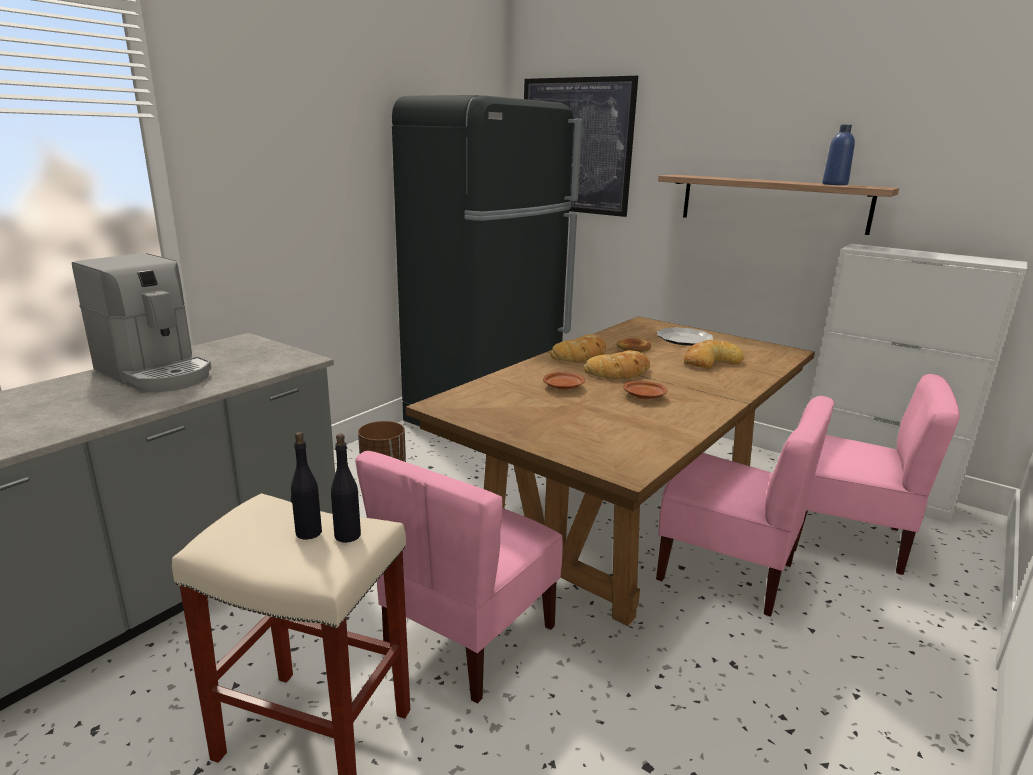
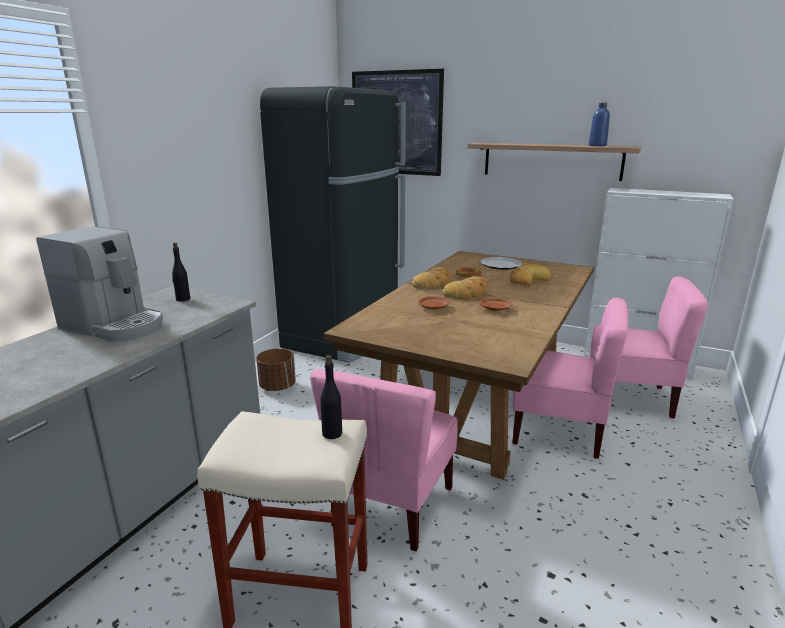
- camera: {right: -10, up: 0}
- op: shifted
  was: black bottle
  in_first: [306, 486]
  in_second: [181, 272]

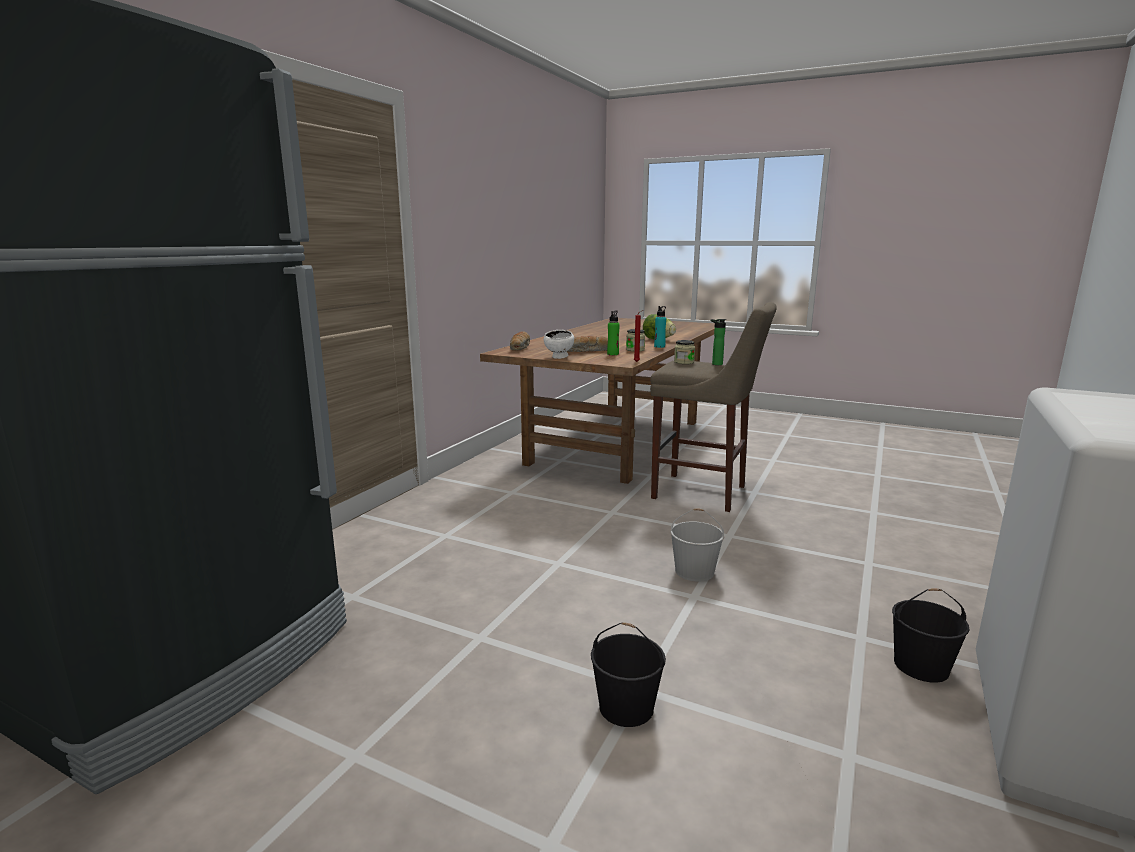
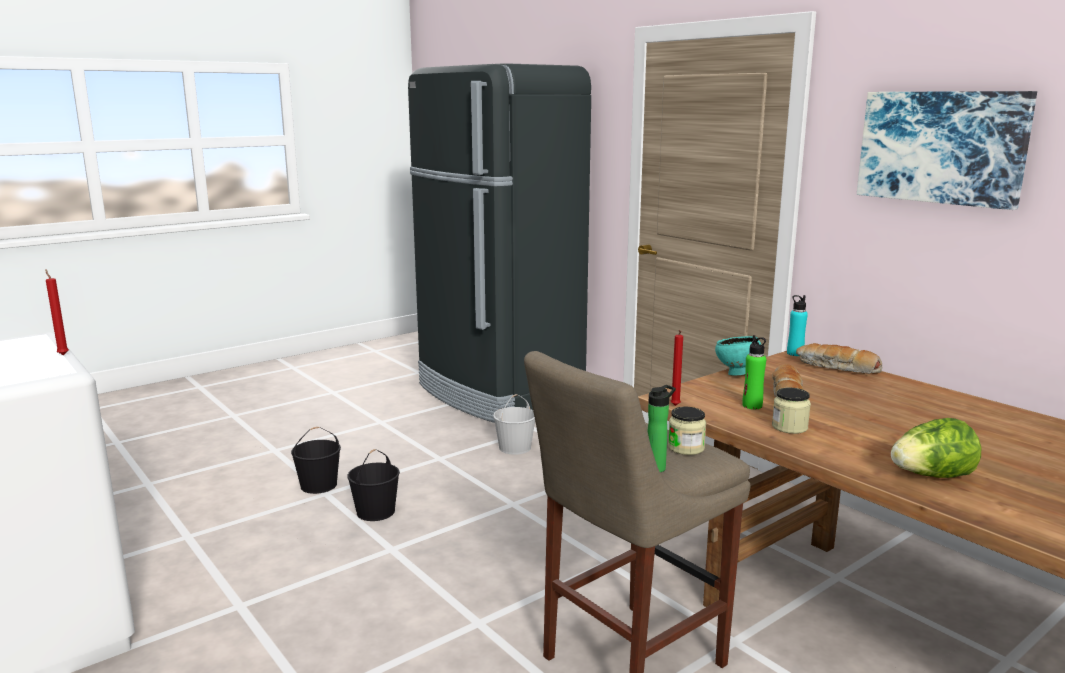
- camera: {right: 115, up: 0}
- op: shifted
  was: turquoise bottle
  in_first: [660, 327]
  in_second: [797, 325]
- op: repainted
  was: white bowl
  now: turquoise bowl
  in_first: [559, 344]
  in_second: [738, 356]
- op: shifted
  was: white bucket
  in_first: [697, 545]
  in_second: [514, 424]
- op: shifted
  was: black bucket
  in_first: [931, 635]
  in_second: [373, 485]
- op: new
  now: picture
  in_second: [947, 150]
- op: new
  now: red candle
  in_second: [57, 312]

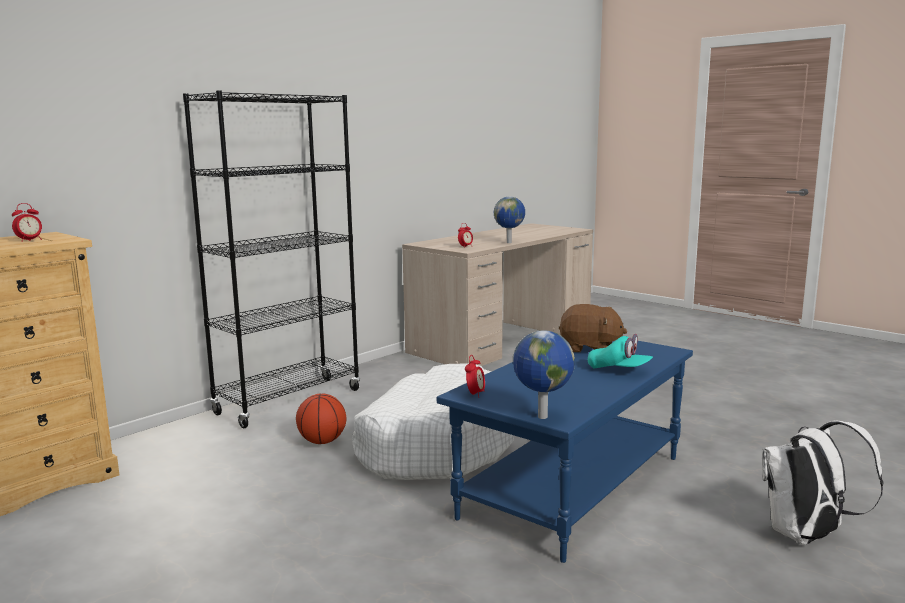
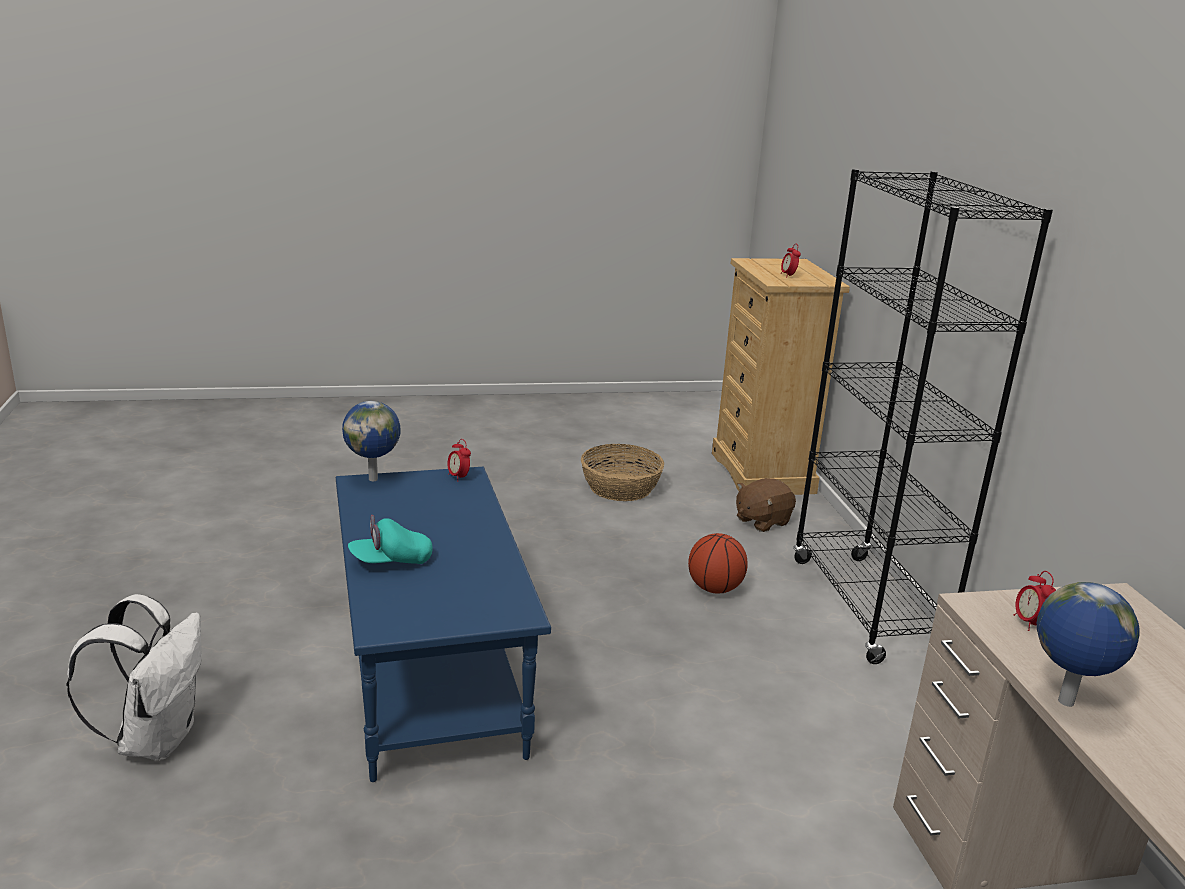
- camera: {right: 125, up: 10}
- op: shifted
  was: brown plush toy
  in_first: [593, 328]
  in_second: [766, 505]
- op: gone
  was: white dog bed
  in_first: [433, 421]
- op: new
  now: basket
  in_second: [622, 472]

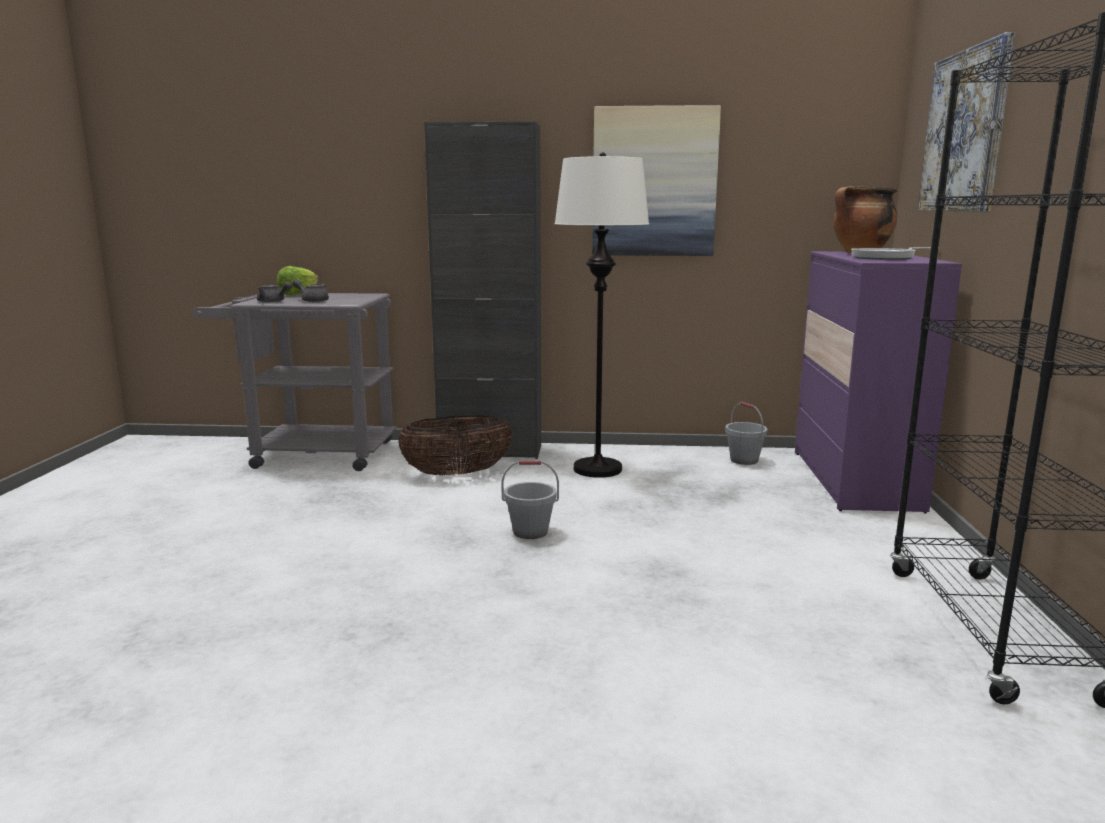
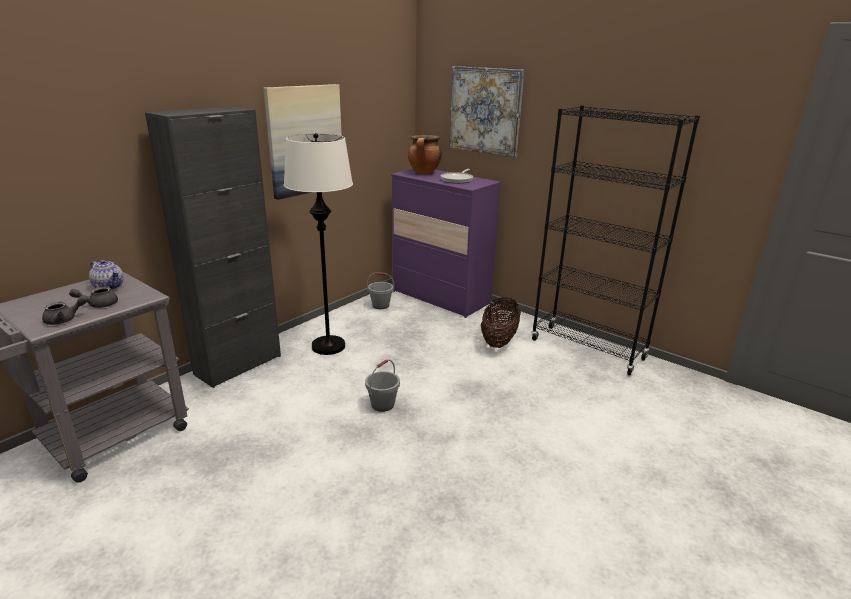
- camera: {right: -55, up: 10}
- op: gone
  was: lettuce
  in_first: [297, 280]
- op: shifted
  was: basket
  in_first: [455, 445]
  in_second: [501, 322]
- op: new
  now: teapot
  in_second: [106, 275]

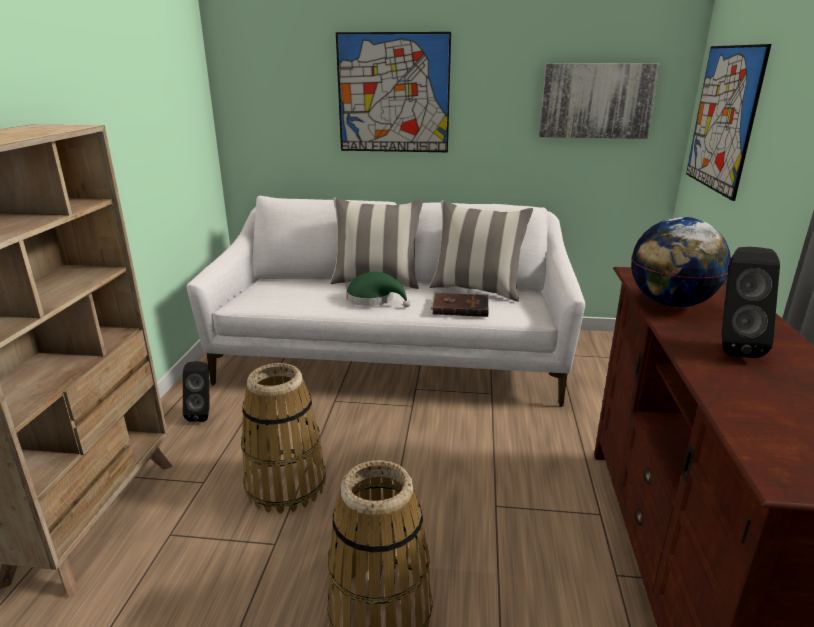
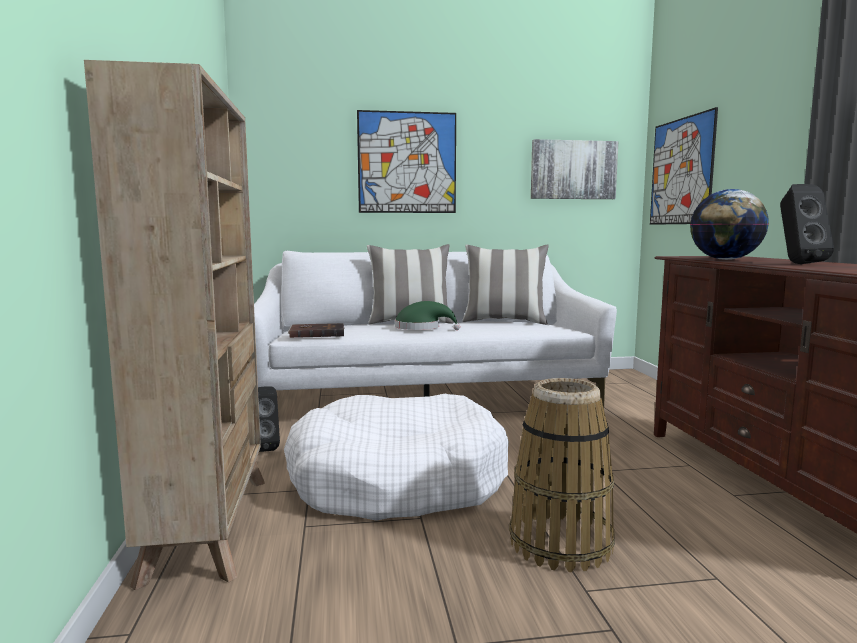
- camera: {right: -15, up: -15}
- op: shifted
  was: brown book
  in_first: [460, 305]
  in_second: [316, 330]
- op: swapped
  was: basket
  now: white dog bed
  in_first: [283, 438]
  in_second: [396, 457]

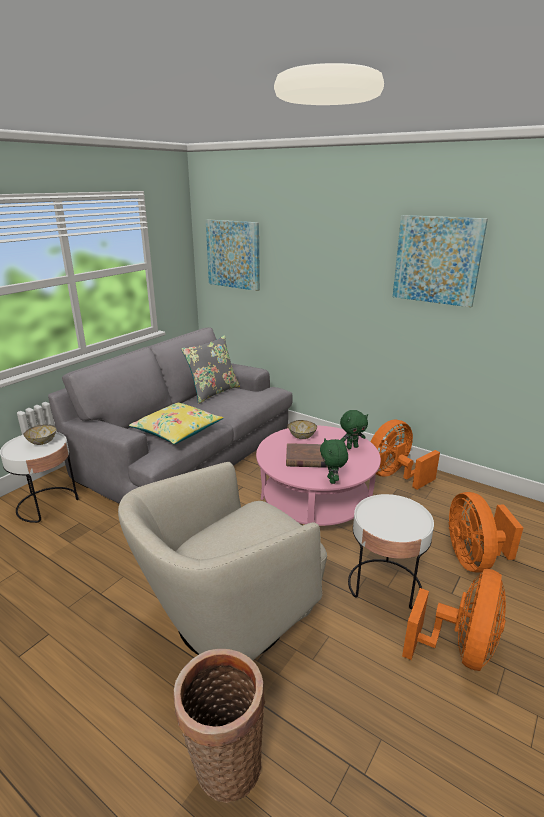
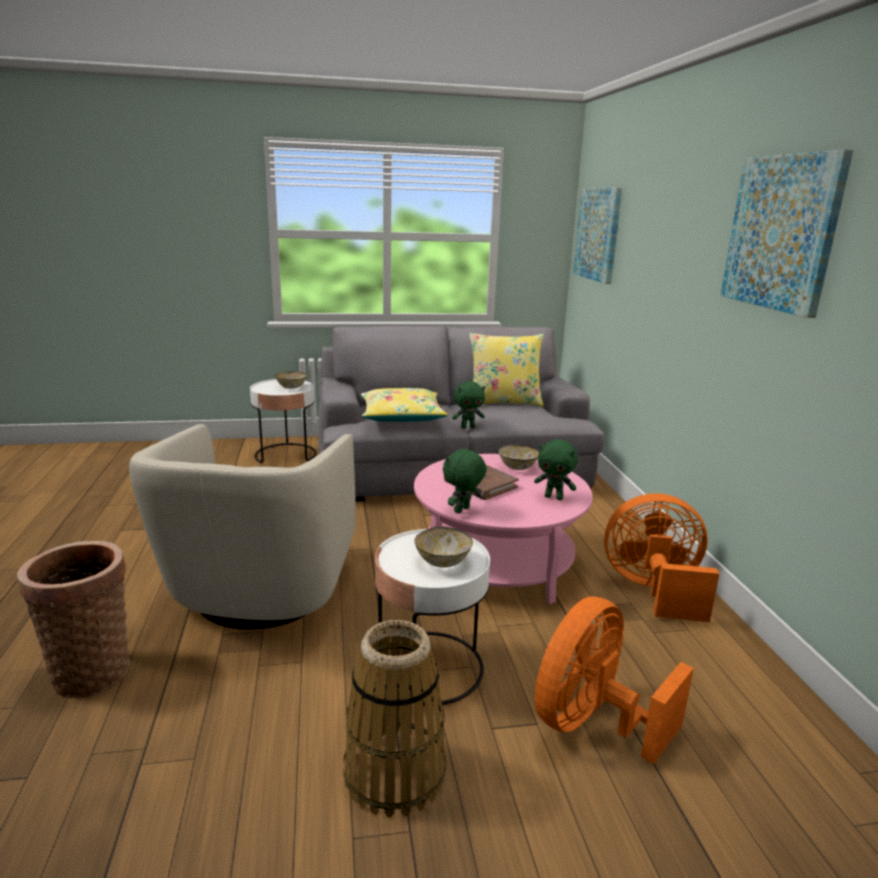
- camera: {right: 45, up: -5}
- op: repainted
  was: grey pillow
  now: yellow pillow
  in_first: [210, 369]
  in_second: [506, 369]
- op: rotated
  was: beige armchair
  in_first: [222, 561]
  in_second: [242, 527]
  clockwise: -90
- op: swapped
  was: orange fan
  now: basket
  in_first: [454, 620]
  in_second: [394, 718]
- op: new
  now: green plush toy
  in_second: [468, 405]
- op: new
  now: bowl
  in_second: [443, 547]

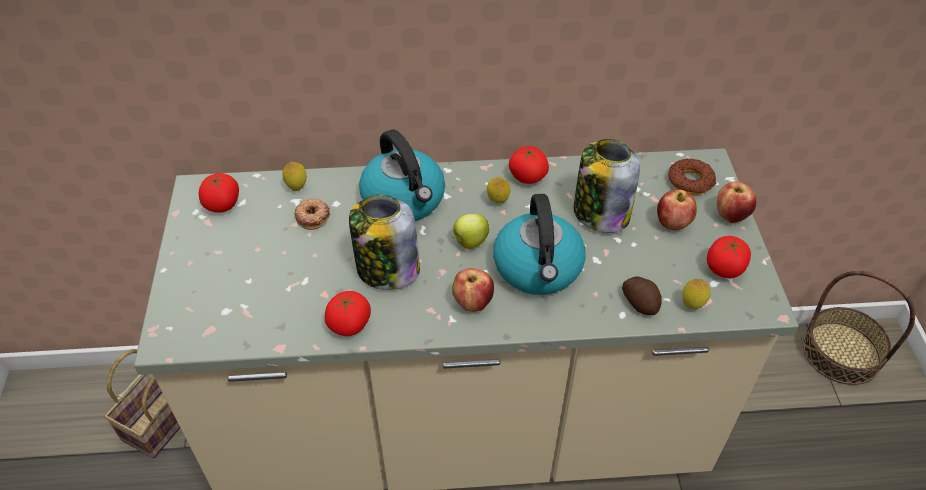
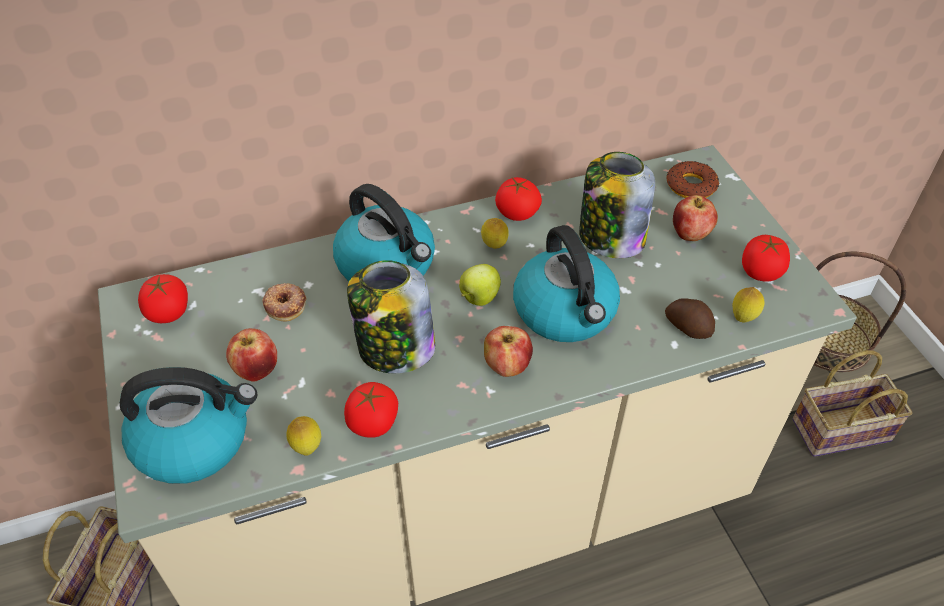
- camera: {right: -15, up: 0}
- op: shifted
  was: lemon
  in_first: [294, 176]
  in_second: [303, 436]
- op: shifted
  was: apple
  in_first: [737, 202]
  in_second: [251, 355]
- op: new
  now: basket
  in_second: [852, 403]
- op: new
  now: kettle
  in_second: [189, 425]

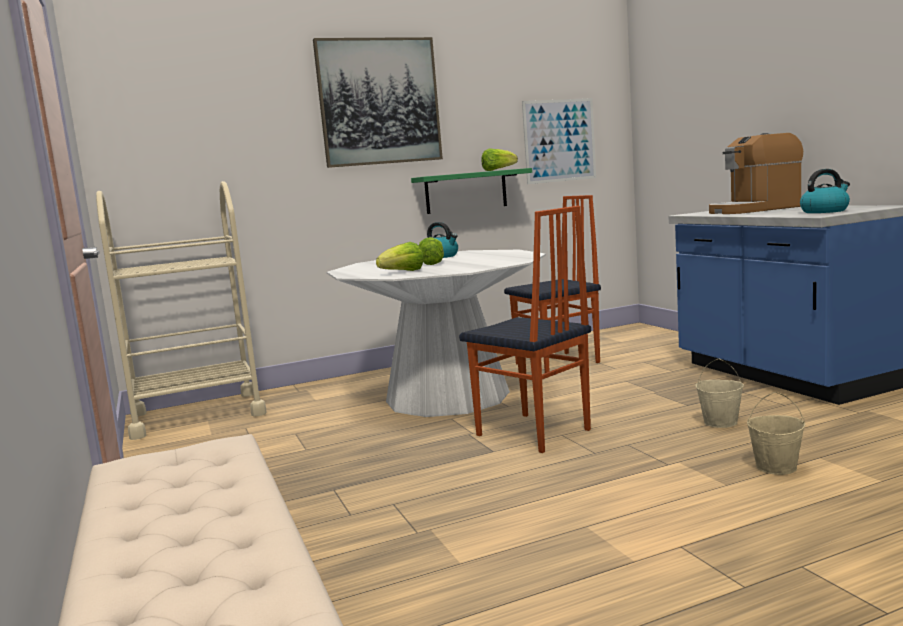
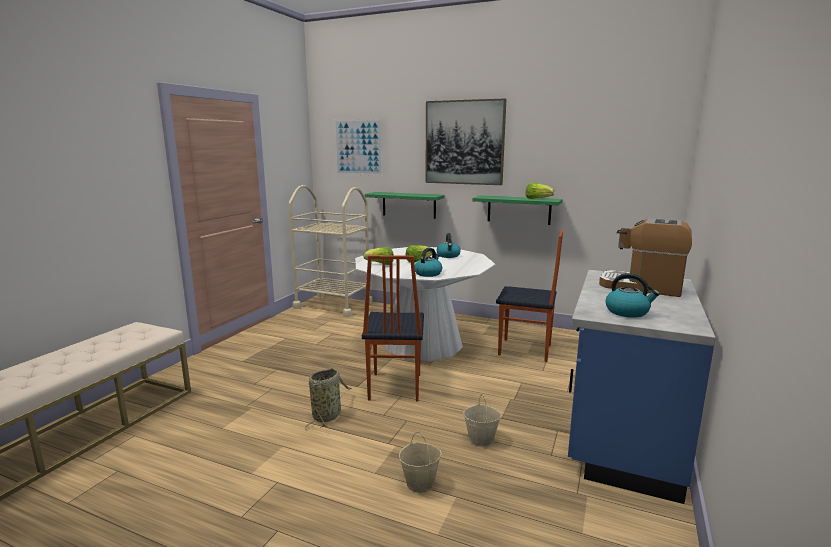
- camera: {right: 45, up: 5}
- op: shifted
  was: picture
  in_first: [559, 141]
  in_second: [358, 147]
- op: new
  now: green shelf
  in_second: [405, 205]
- op: new
  now: kettle
  in_second: [428, 262]
- op: new
  now: basket
  in_second: [328, 399]

